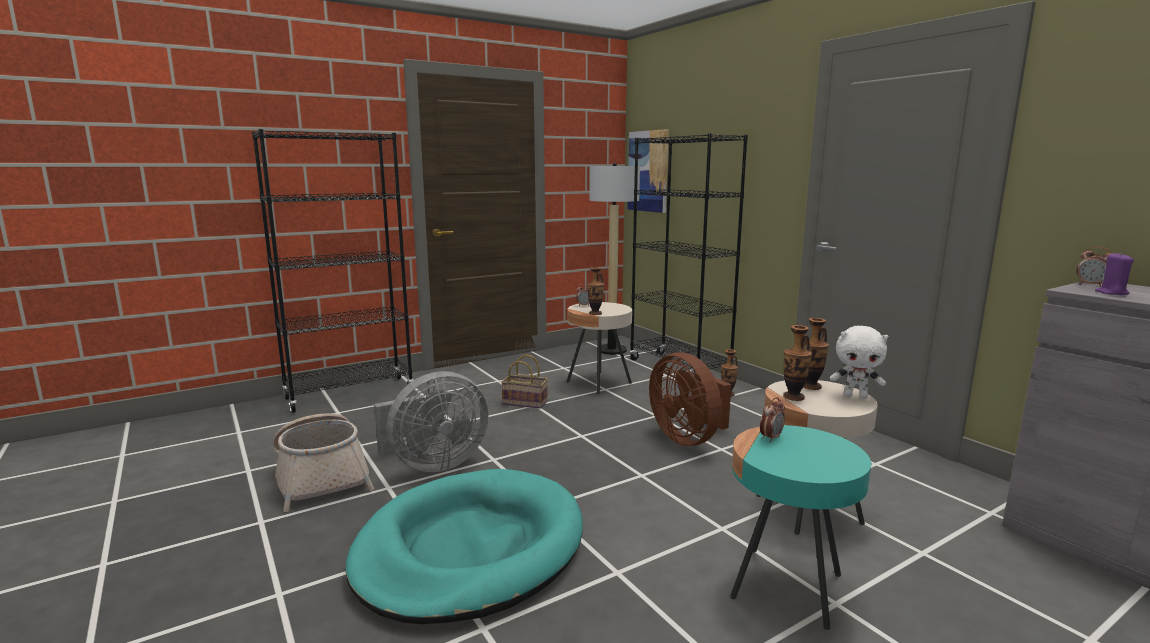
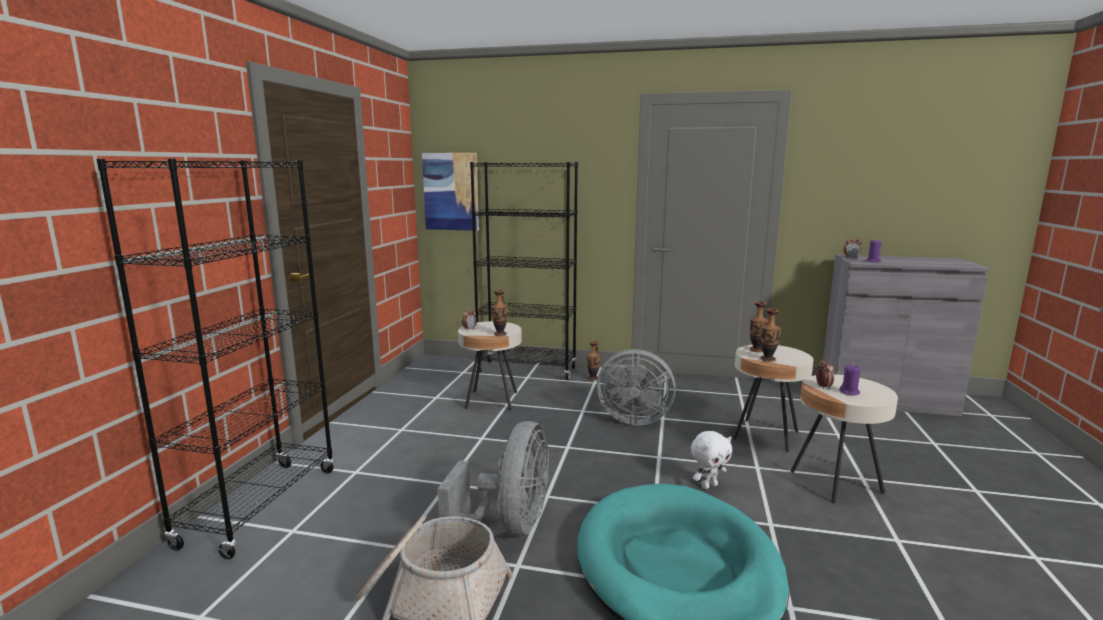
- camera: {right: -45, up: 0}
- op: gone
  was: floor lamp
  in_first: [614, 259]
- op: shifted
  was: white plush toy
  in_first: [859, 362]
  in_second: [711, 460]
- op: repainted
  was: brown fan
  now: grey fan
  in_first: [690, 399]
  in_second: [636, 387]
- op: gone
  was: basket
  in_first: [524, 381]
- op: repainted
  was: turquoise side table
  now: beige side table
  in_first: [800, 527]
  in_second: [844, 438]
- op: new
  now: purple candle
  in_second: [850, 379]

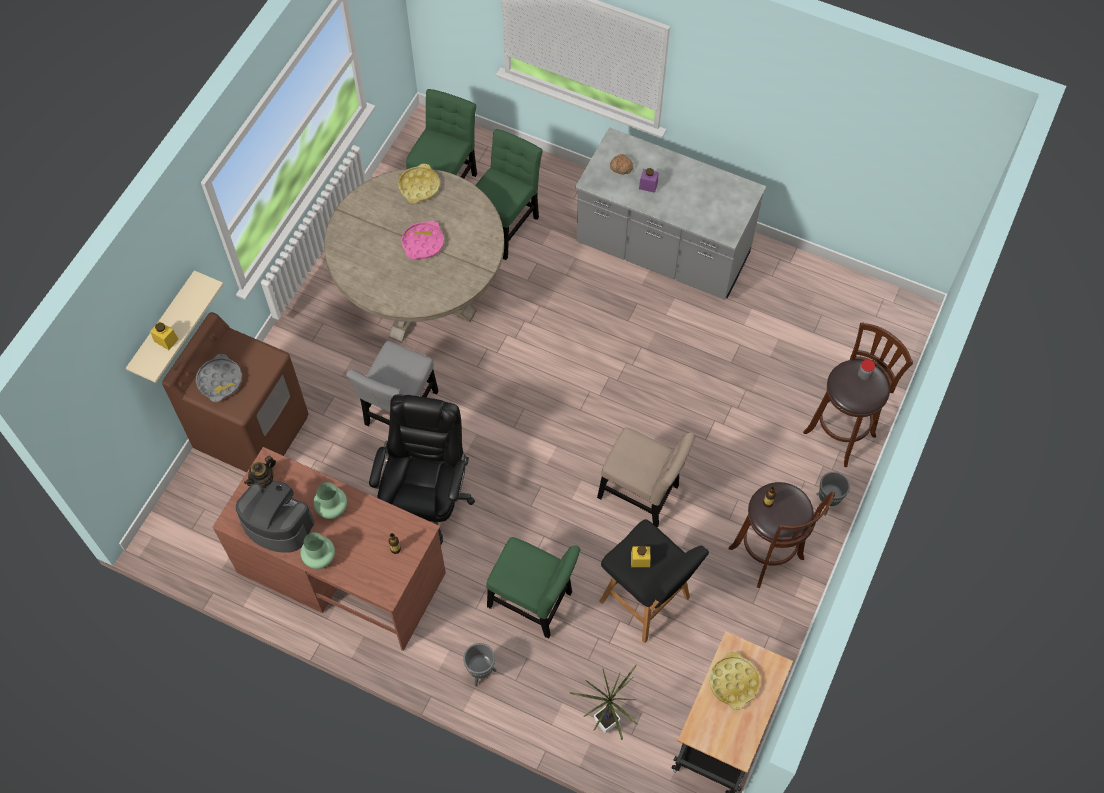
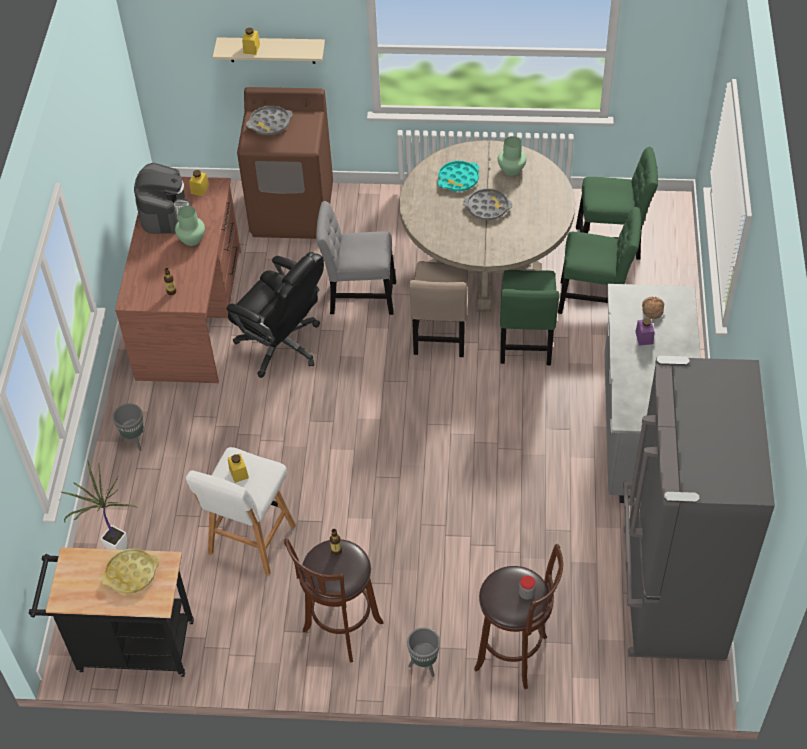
- camera: {right: 70, up: -10}
- op: gone
  was: yellow tray
  in_first: [419, 184]
- op: repainted
  was: pink tray
  now: grey tray
  in_first: [422, 240]
  in_second: [487, 204]
- op: rotated
  was: black office chair
  in_first: [422, 470]
  in_second: [275, 315]
  clockwise: 45
- op: shifted
  was: beige chair
  in_first: [646, 477]
  in_second: [438, 309]
- op: swapped
  was: teapot
  now: yellow jar
  in_first: [260, 472]
  in_second: [199, 183]
- op: repainted
  was: black stool
  now: white stool
  in_first: [654, 581]
  in_second: [241, 511]
- op: shifted
  was: green vase
  in_first: [317, 550]
  in_second: [512, 156]
- op: shifted
  was: green chair
  in_first: [533, 588]
  in_second: [529, 317]
- op: new
  now: turquoise tray
  in_second: [458, 176]
- op: new
  now: grey fridge
  in_second: [699, 508]

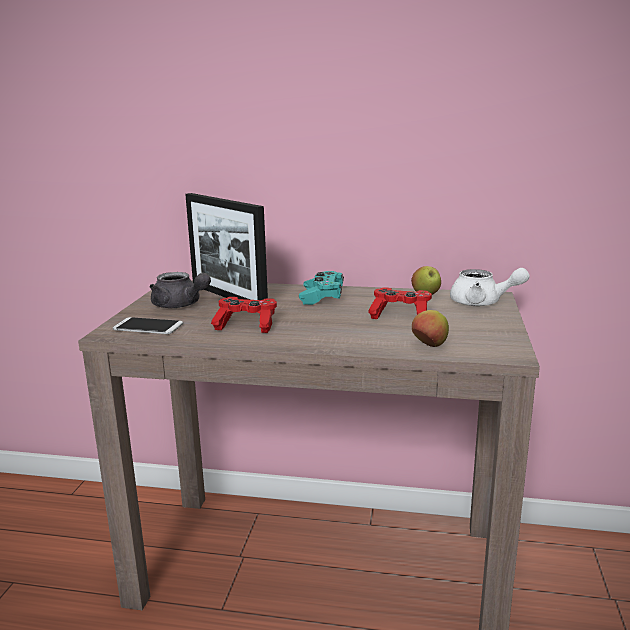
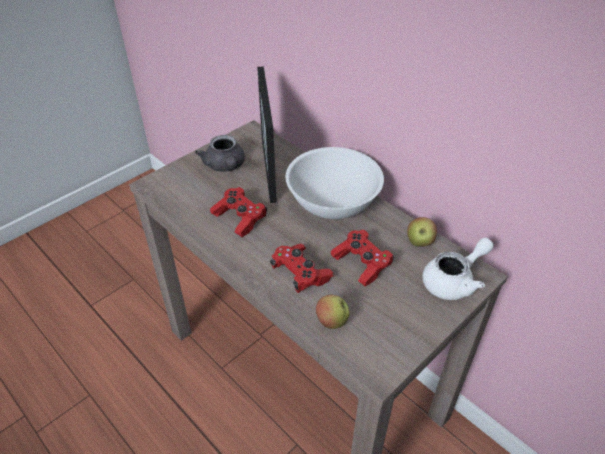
- camera: {right: 35, up: 25}
- op: rotated
  was: white teapot
  in_first: [490, 287]
  in_second: [458, 268]
  clockwise: -90
- op: swapped
  was: turquoise game controller
  now: white bowl
  in_first: [321, 288]
  in_second: [335, 183]
- op: gone
  was: phone
  in_first: [148, 325]
- op: new
  now: red game controller
  in_second: [301, 268]

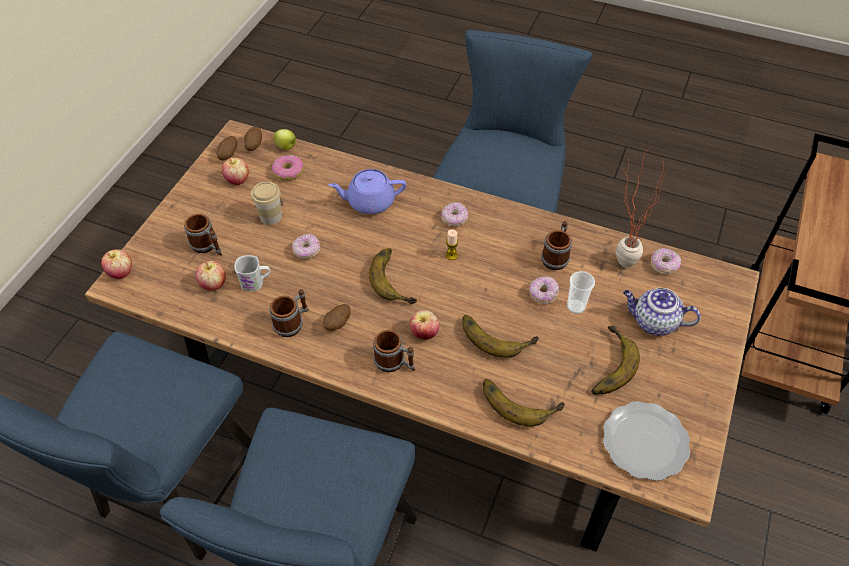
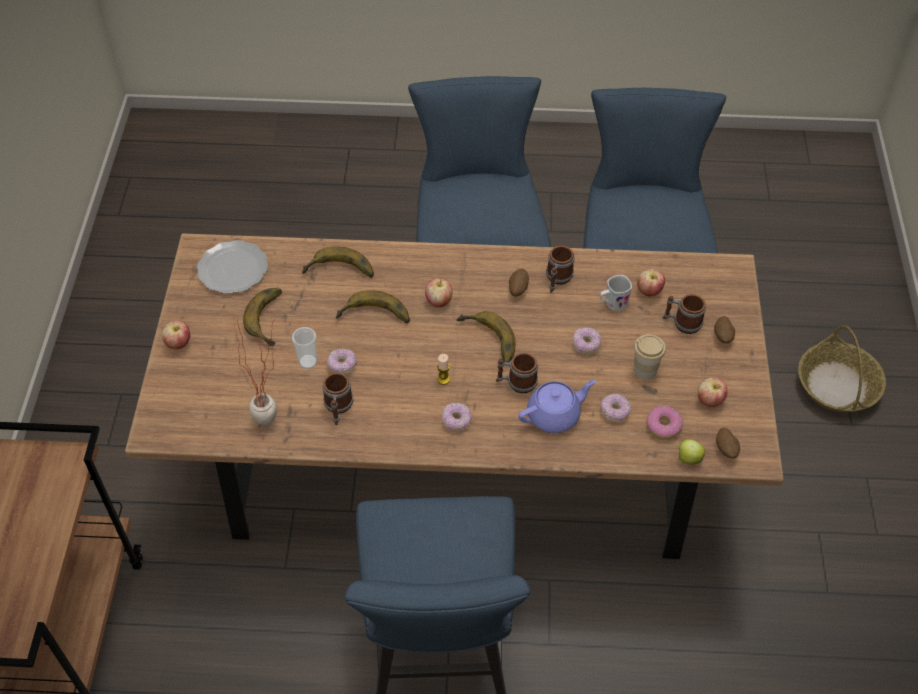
- camera: {right: 160, up: 0}
- op: shifted
  was: potato
  in_first: [226, 148]
  in_second: [724, 329]
- op: shifted
  was: donut
  in_first: [666, 261]
  in_second: [616, 407]
- op: shifted
  was: apple
  in_first: [116, 264]
  in_second: [176, 334]
- op: gone
  was: teapot
  in_first: [662, 312]
- op: shifted
  was: mug
  in_first: [394, 351]
  in_second: [517, 373]
- op: new
  now: basket
  in_second: [842, 369]

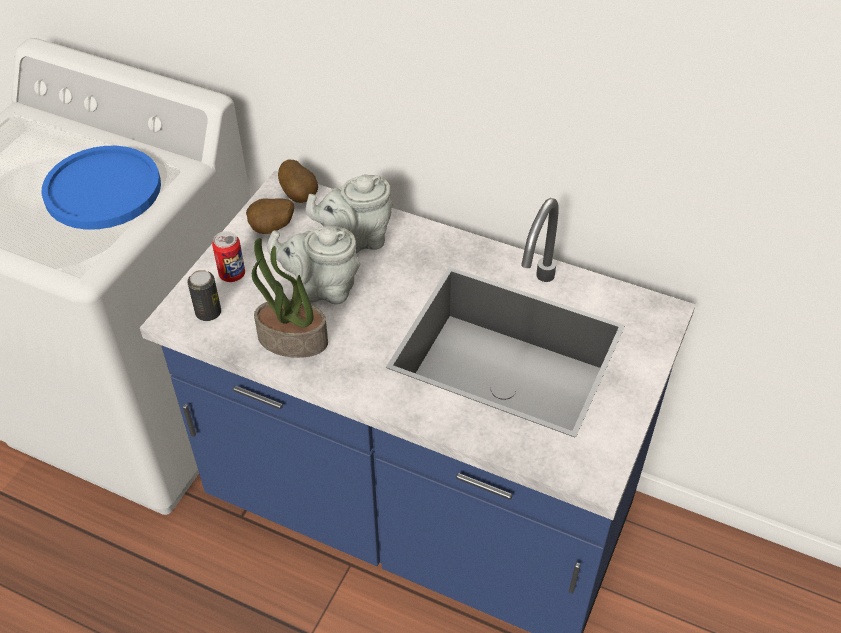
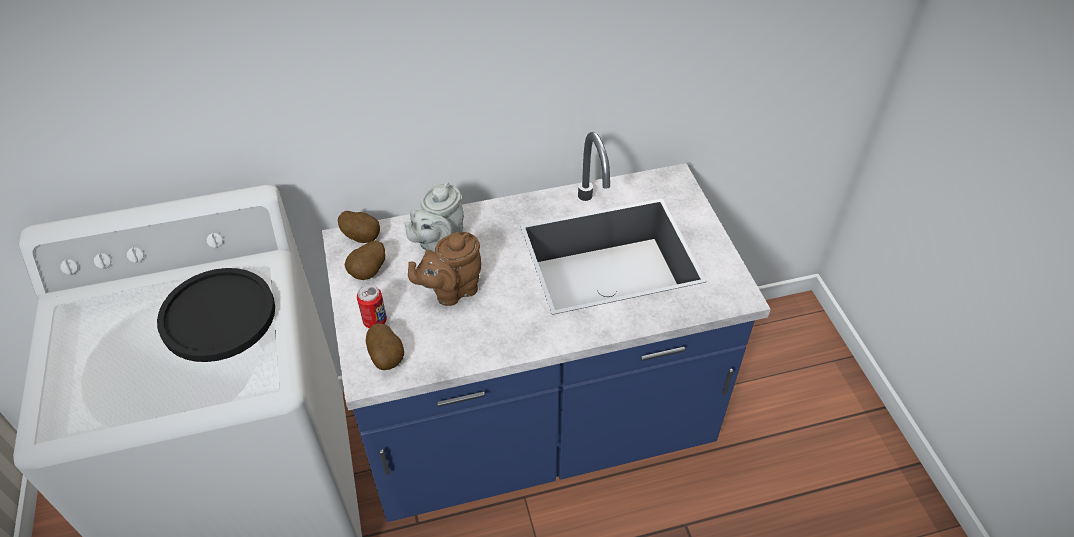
- camera: {right: -40, up: 0}
- op: repainted
  was: blue plate
  now: black plate
  in_first: [101, 188]
  in_second: [216, 315]
- op: repainted
  was: grey teapot
  now: brown teapot
  in_first: [314, 265]
  in_second: [444, 269]
- op: gone
  was: potted plant
  in_first: [290, 298]
- op: swapped
  was: can
  now: potato
  in_first: [204, 295]
  in_second: [385, 346]

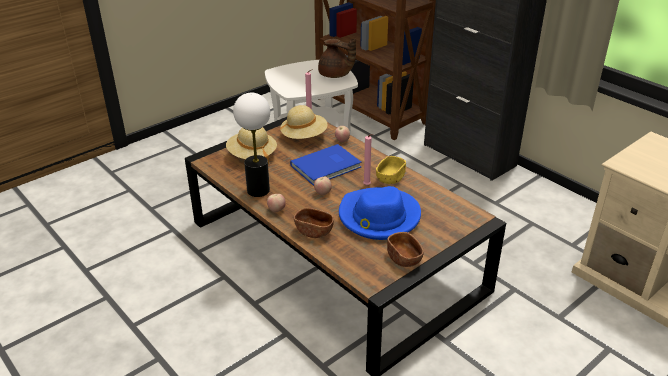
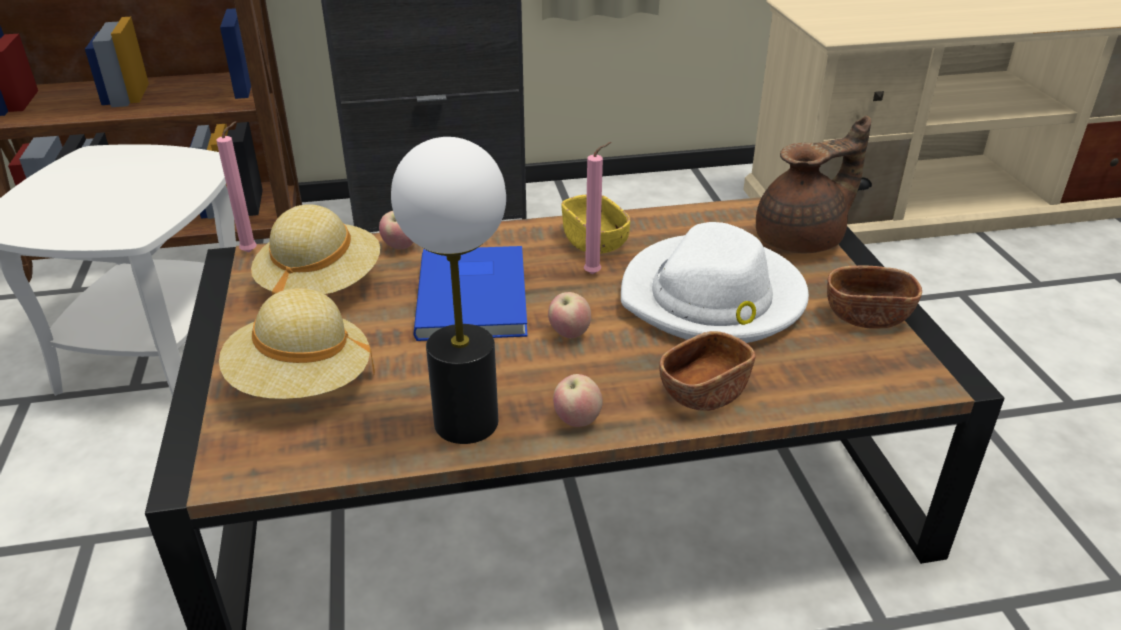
- camera: {right: -60, up: 0}
- op: shifted
  was: brown teapot
  in_first: [337, 58]
  in_second: [813, 184]
- op: repainted
  was: blue hat
  now: white hat
  in_first: [380, 213]
  in_second: [715, 282]

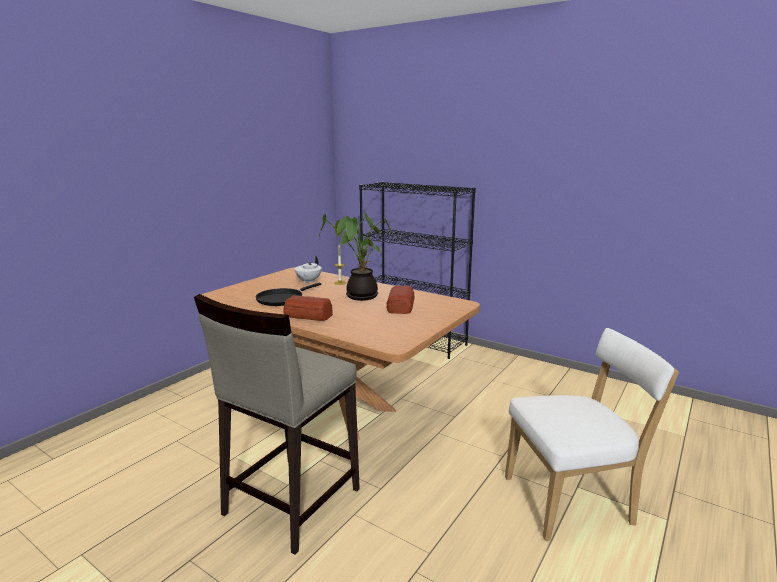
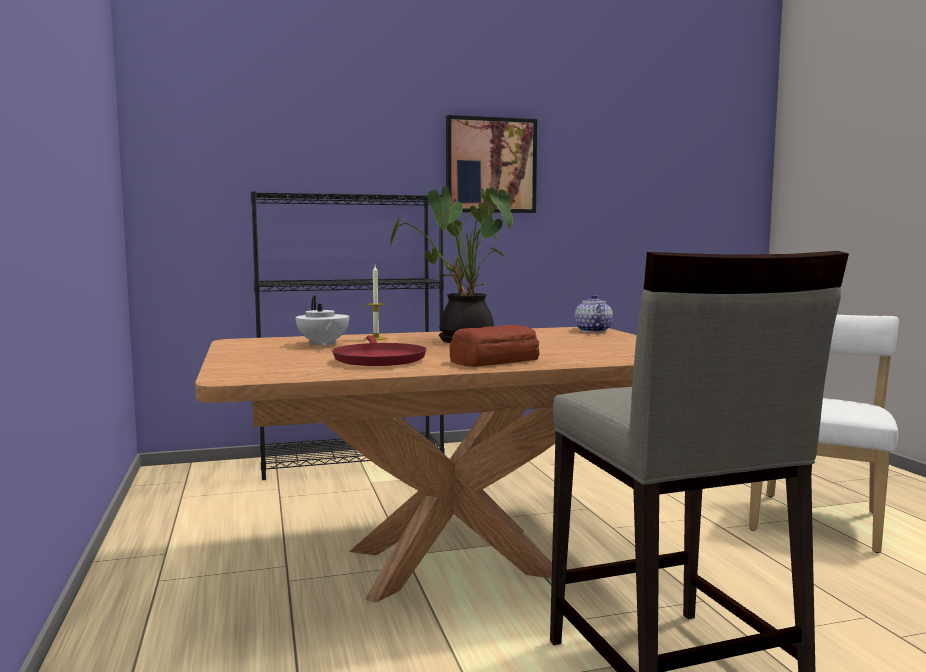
- camera: {right: -50, up: -10}
- op: repainted
  was: black frying pan
  now: red frying pan
  in_first: [288, 294]
  in_second: [379, 350]
- op: gone
  was: bread
  in_first: [400, 299]
- op: new
  now: picture
  in_second: [491, 164]
- op: new
  now: teapot
  in_second: [594, 313]

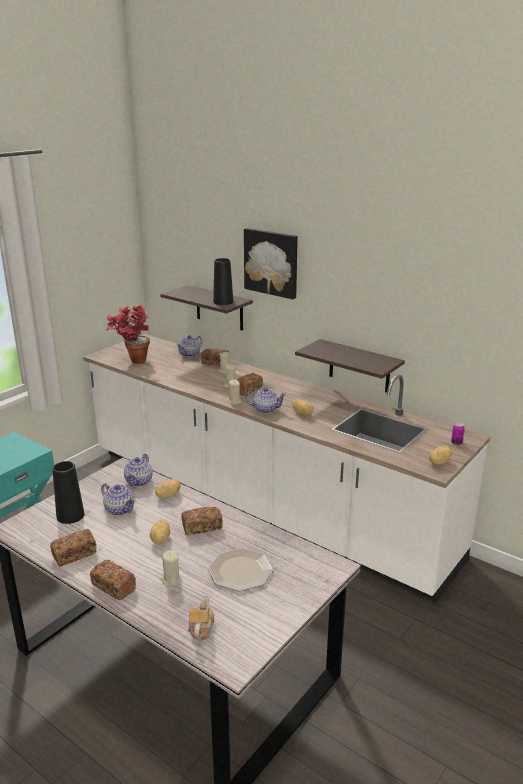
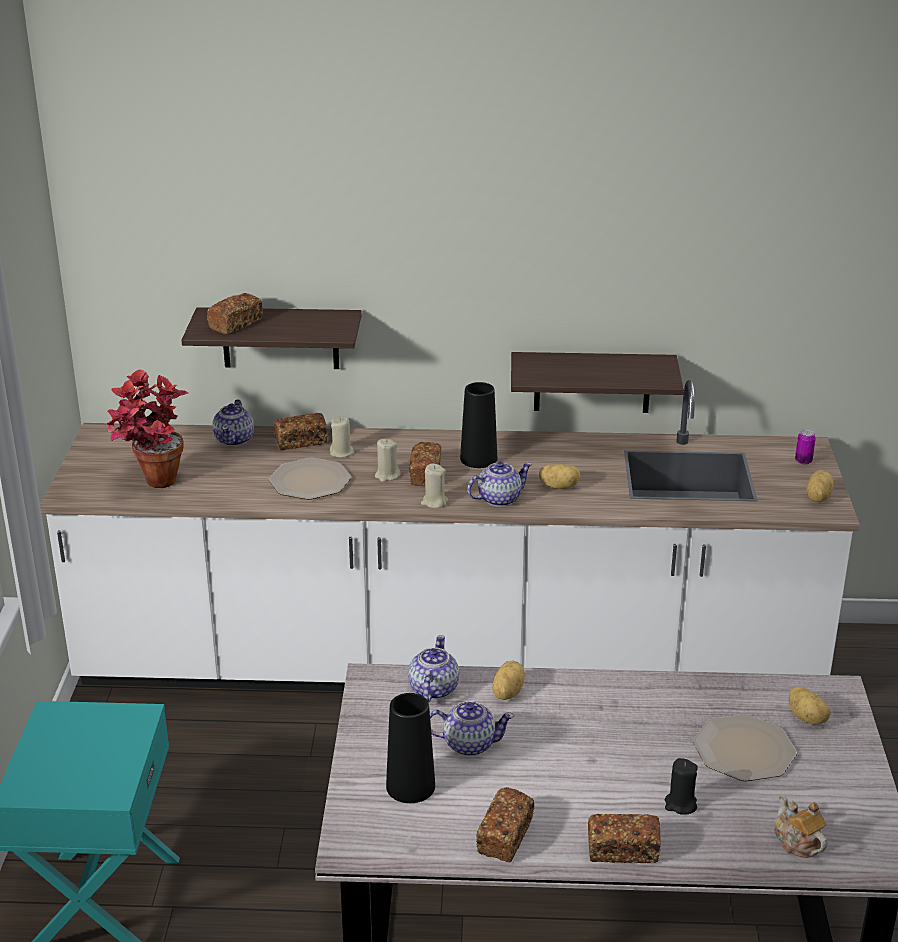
- camera: {right: -35, up: 5}
- op: gone
  was: picture
  in_first: [271, 263]
- op: shifted
  was: black vase
  in_first: [223, 281]
  in_second: [478, 425]
- op: rotated
  was: teapot
  in_first: [138, 470]
  in_second: [433, 668]
  clockwise: -150
- op: shifted
  was: bread
  in_first: [202, 521]
  in_second: [235, 313]
- op: shifted
  was: potato
  in_first: [160, 531]
  in_second: [810, 706]
- op: repainted
  was: beige candle
  now: black candle
  in_first: [171, 568]
  in_second: [681, 786]
- op: new
  now: plate
  in_second: [310, 479]

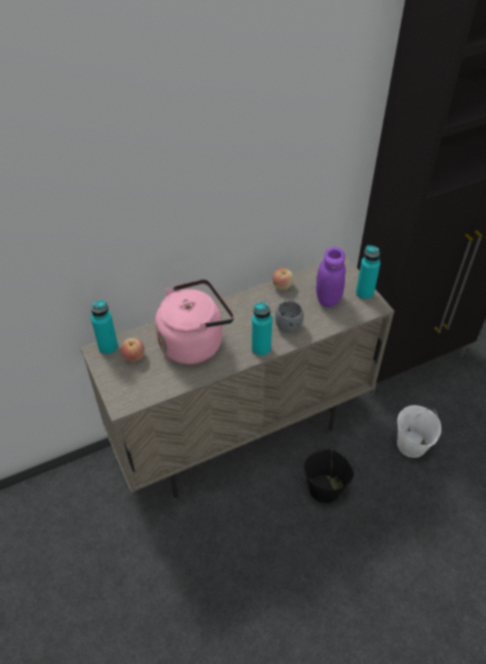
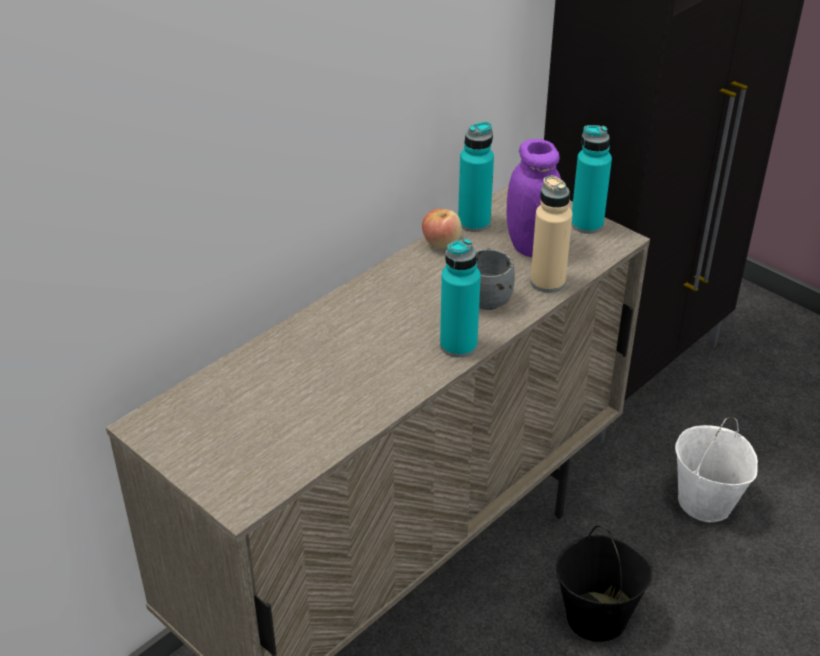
- camera: {right: -20, up: -10}
- op: gone
  was: pink kettle
  in_first: [194, 321]
- op: shifted
  was: turquoise bottle
  in_first: [104, 327]
  in_second: [476, 176]
- op: gone
  was: apple
  in_first: [132, 349]
- op: new
  now: beige bottle
  in_second: [551, 234]

